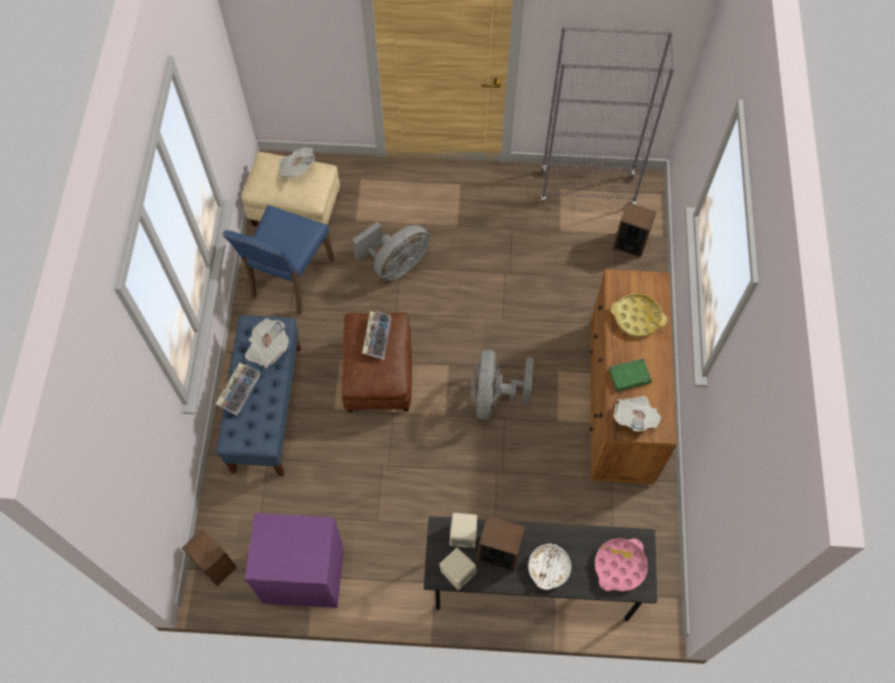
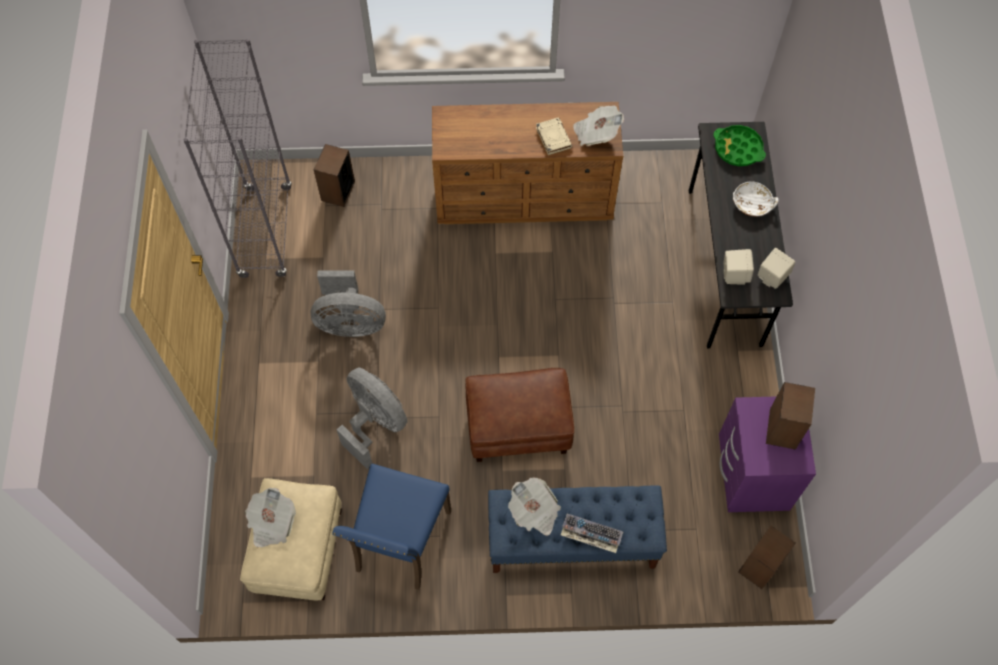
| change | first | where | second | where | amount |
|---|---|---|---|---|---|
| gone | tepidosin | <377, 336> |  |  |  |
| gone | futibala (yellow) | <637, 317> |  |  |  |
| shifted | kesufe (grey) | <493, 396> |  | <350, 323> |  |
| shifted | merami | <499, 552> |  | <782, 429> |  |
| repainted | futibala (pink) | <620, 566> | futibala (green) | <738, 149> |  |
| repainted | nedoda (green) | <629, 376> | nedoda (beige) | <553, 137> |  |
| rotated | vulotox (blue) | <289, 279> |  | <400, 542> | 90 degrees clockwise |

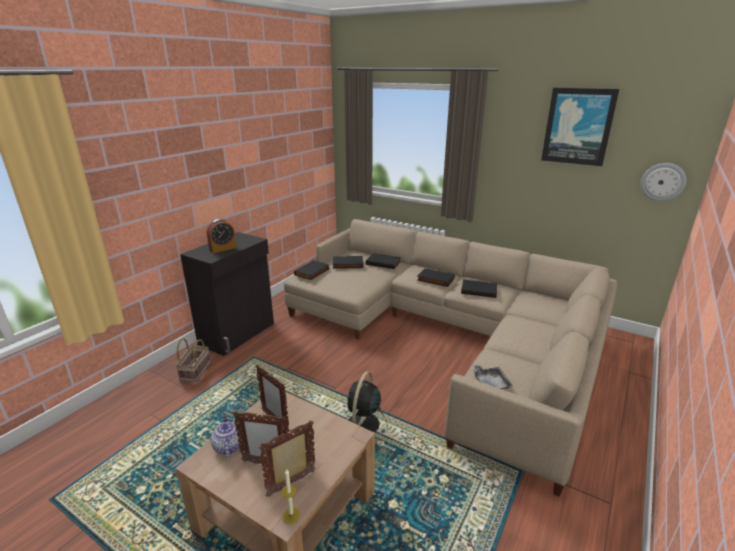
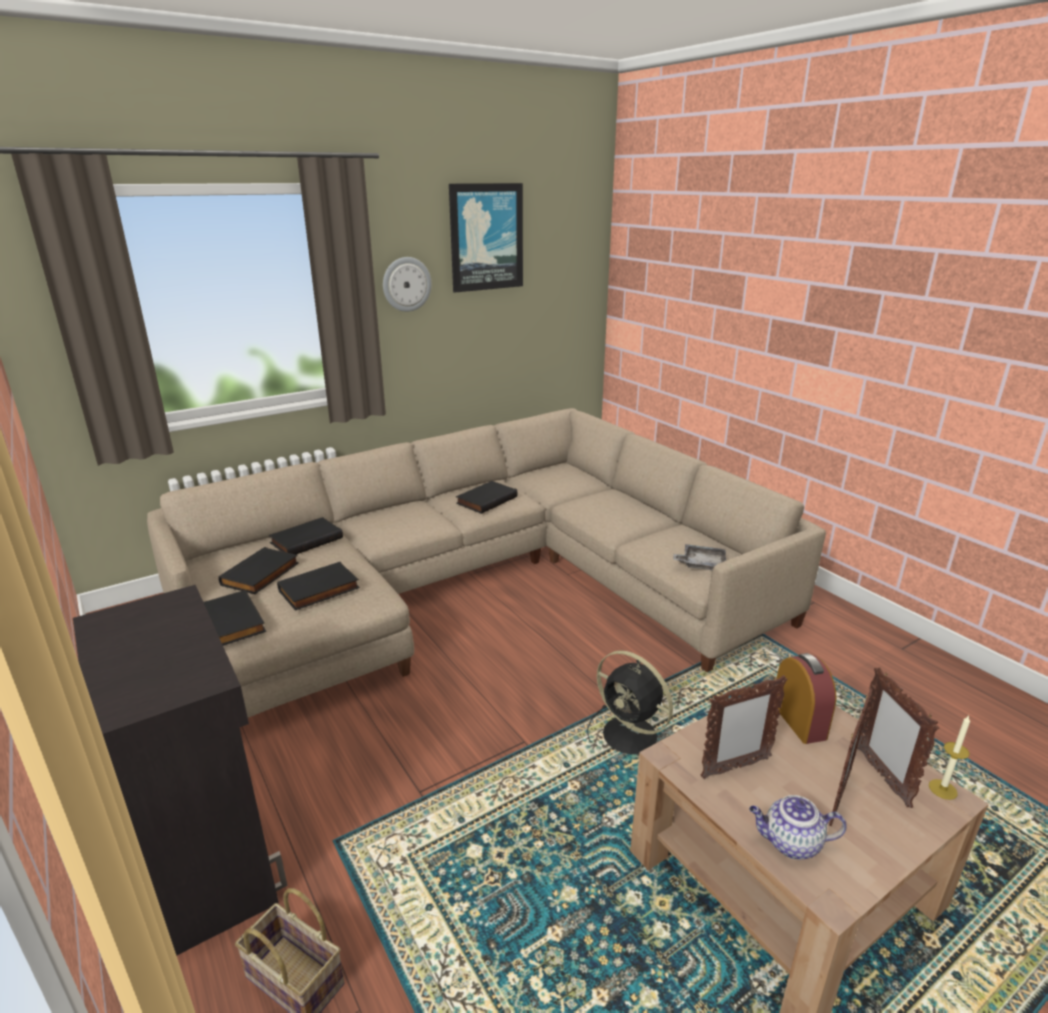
| change | first | where | second | where | amount |
|---|---|---|---|---|---|
| shifted | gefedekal | <223, 248> |  | <798, 720> |  |
| shifted | nedoda (black) | <435, 280> |  | <319, 590> |  |
| shifted | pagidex | <662, 182> |  | <406, 284> |  |

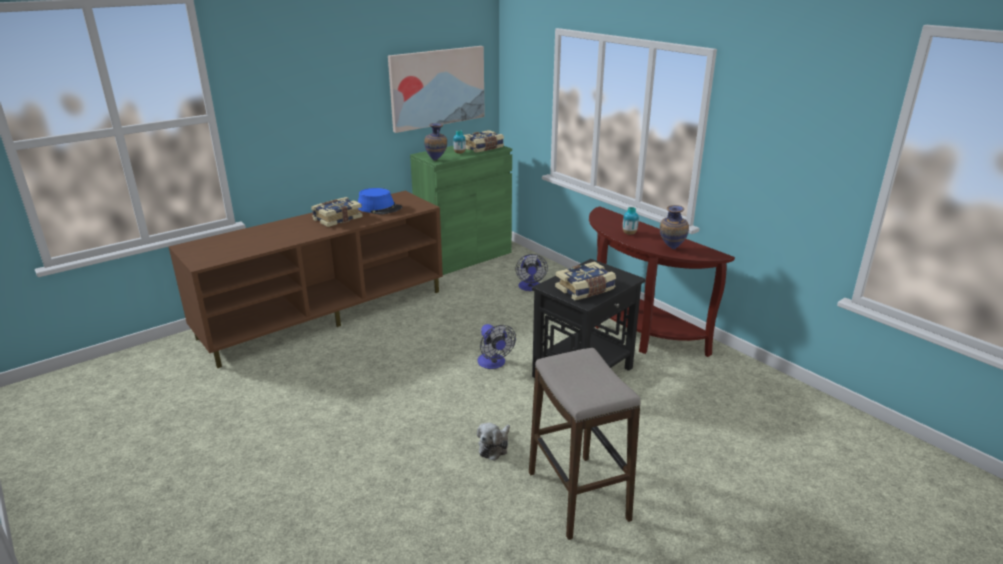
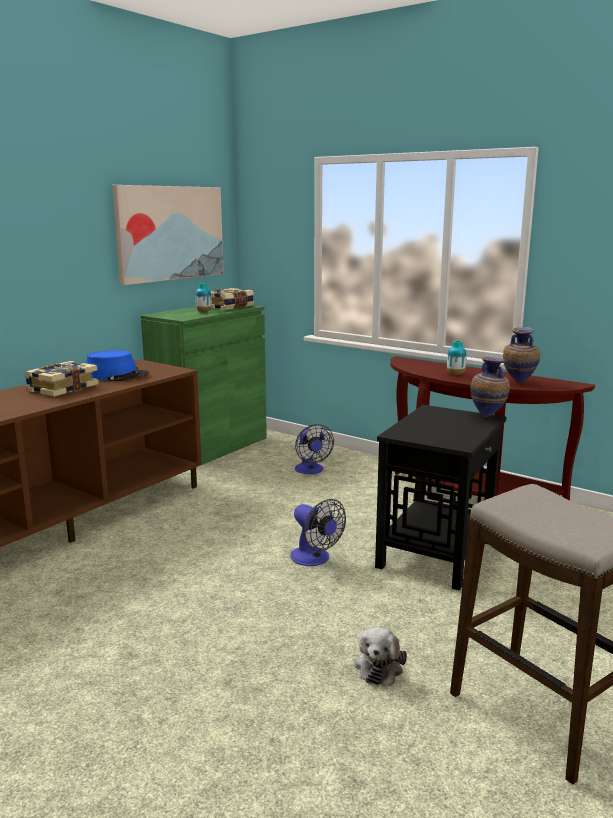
| change | first | where | second | where | amount |
|---|---|---|---|---|---|
| gone | nedoda | <585, 290> |  |  |  |
| shifted | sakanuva | <436, 160> |  | <488, 416> |  |

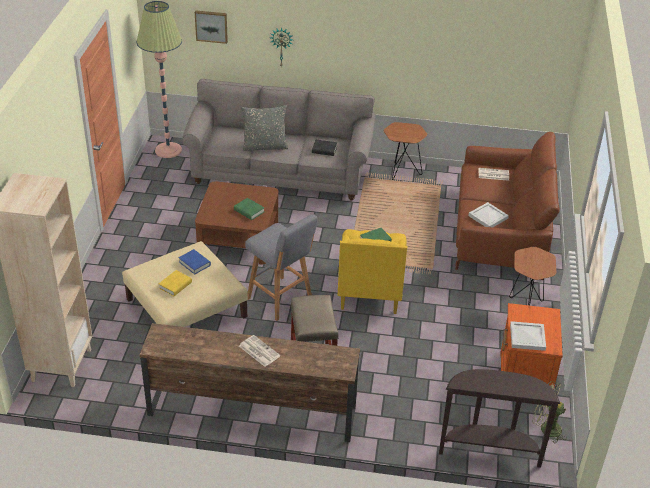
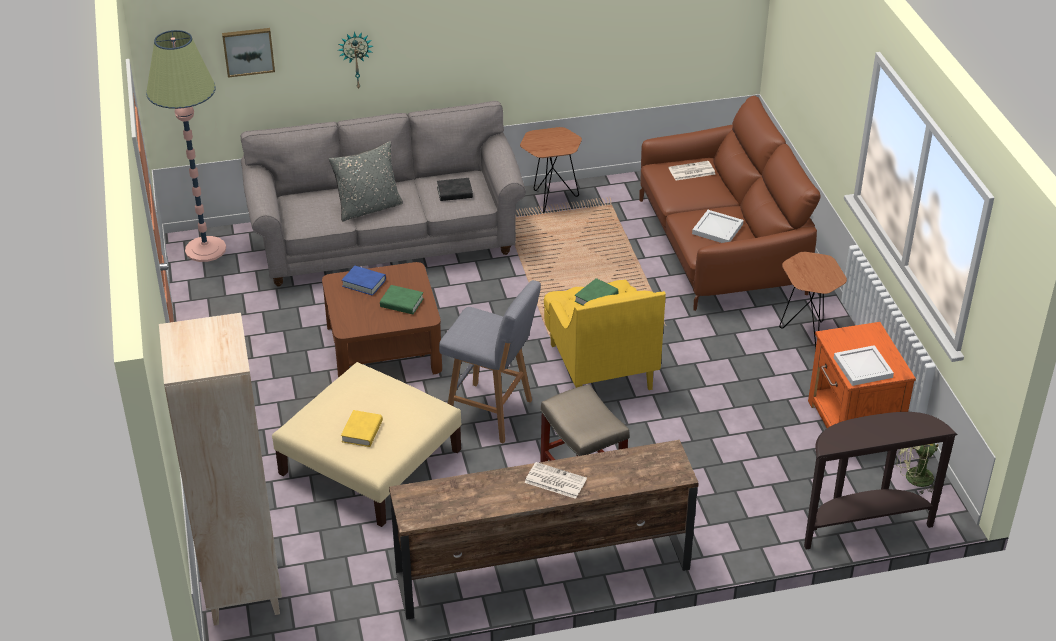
| change | first | where | second | where | amount |
|---|---|---|---|---|---|
| shifted | nedoda (blue) | <194, 263> |  | <364, 283> |  |

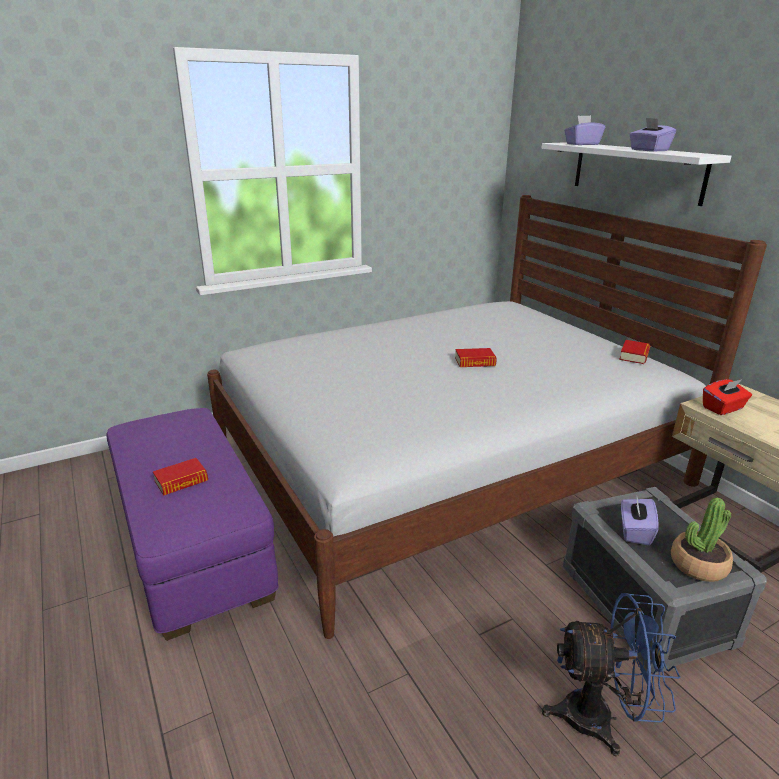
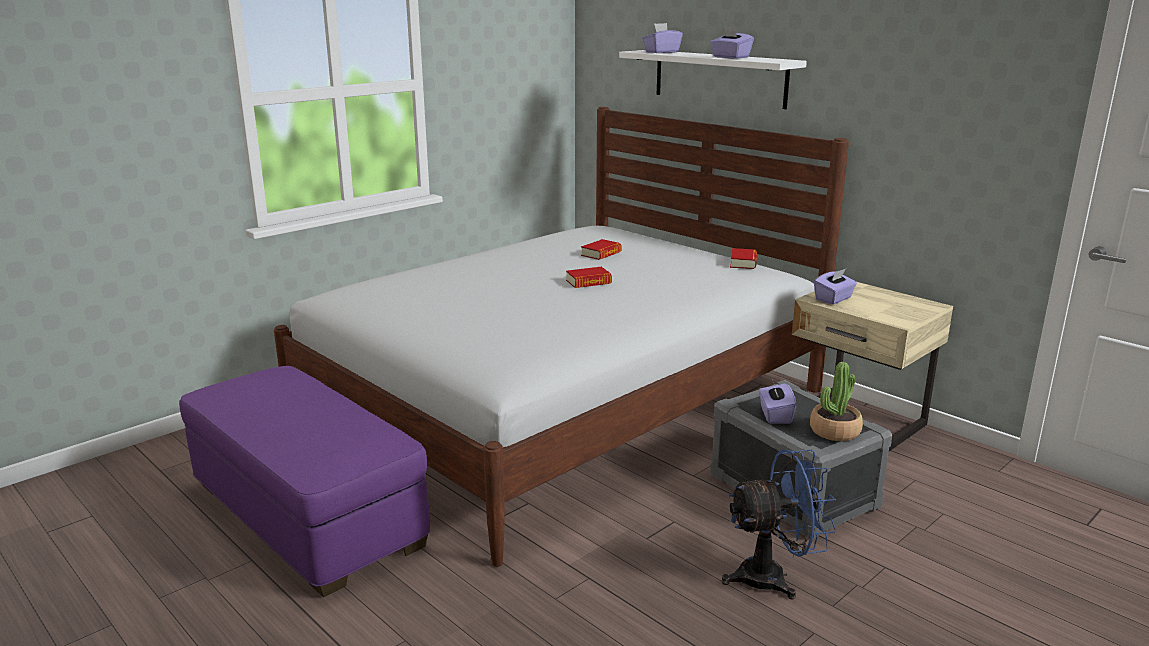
| change | first | where | second | where | amount |
|---|---|---|---|---|---|
| shifted | nedoda | <181, 481> |  | <601, 254> |  |
| repainted | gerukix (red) | <723, 408> | gerukix (purple) | <833, 299> |  |

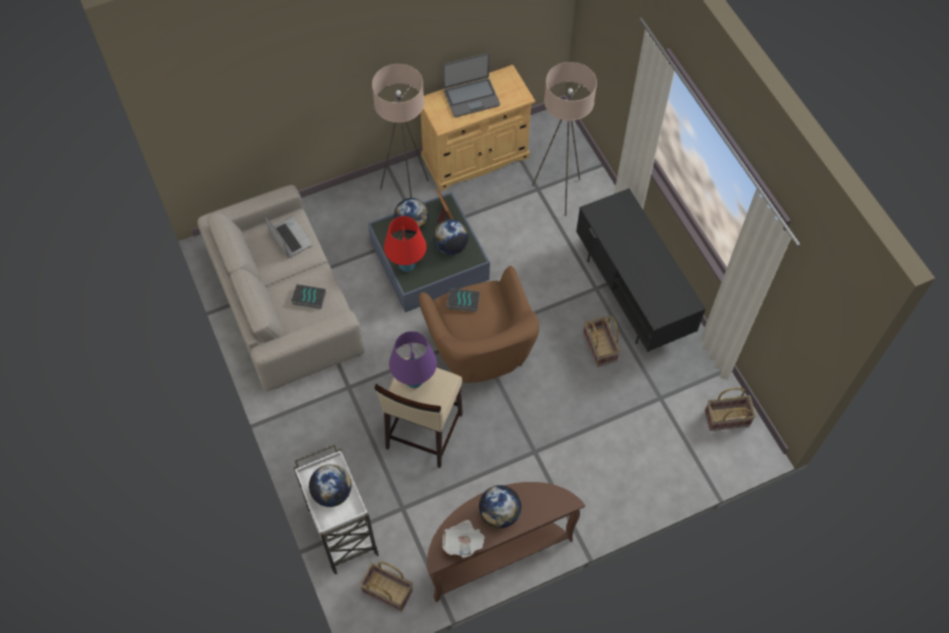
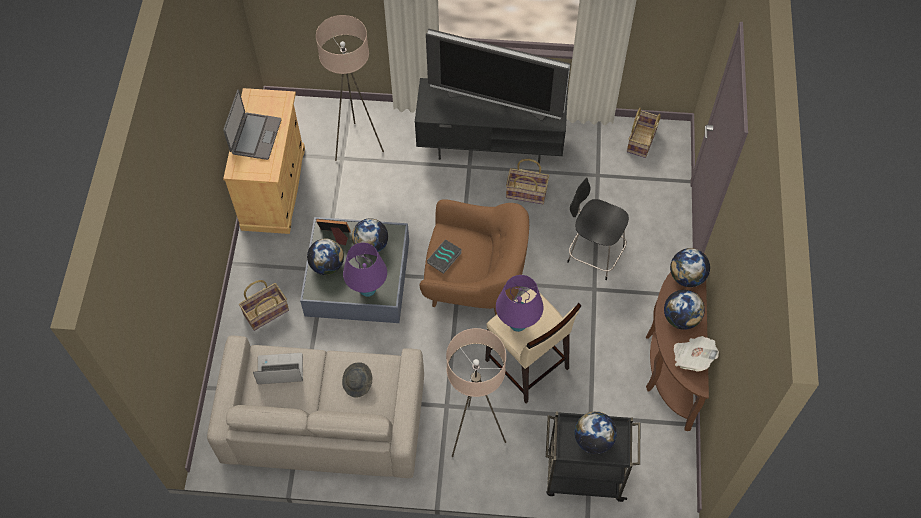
| change | first | where | second | where | amount |
|---|---|---|---|---|---|
| new |  |  | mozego | <498, 101> |  |
| new |  |  | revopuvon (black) | <593, 253> |  |
| new |  |  | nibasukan | <687, 277> |  |
| shifted | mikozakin | <388, 591> |  | <266, 312> |  |
| shifted | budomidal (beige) | <407, 195> |  | <475, 435> |  |
| swapped | nedoda | <308, 298> | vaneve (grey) | <358, 383> |  |
| repainted | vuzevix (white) | <341, 528> | vuzevix (black) | <583, 476> |  |
| repainted | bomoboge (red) | <407, 266> | bomoboge (purple) | <368, 290> |  |

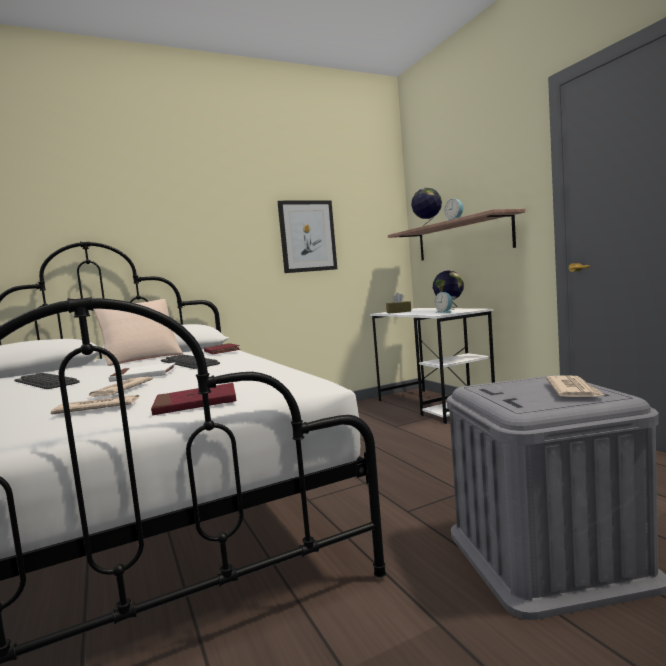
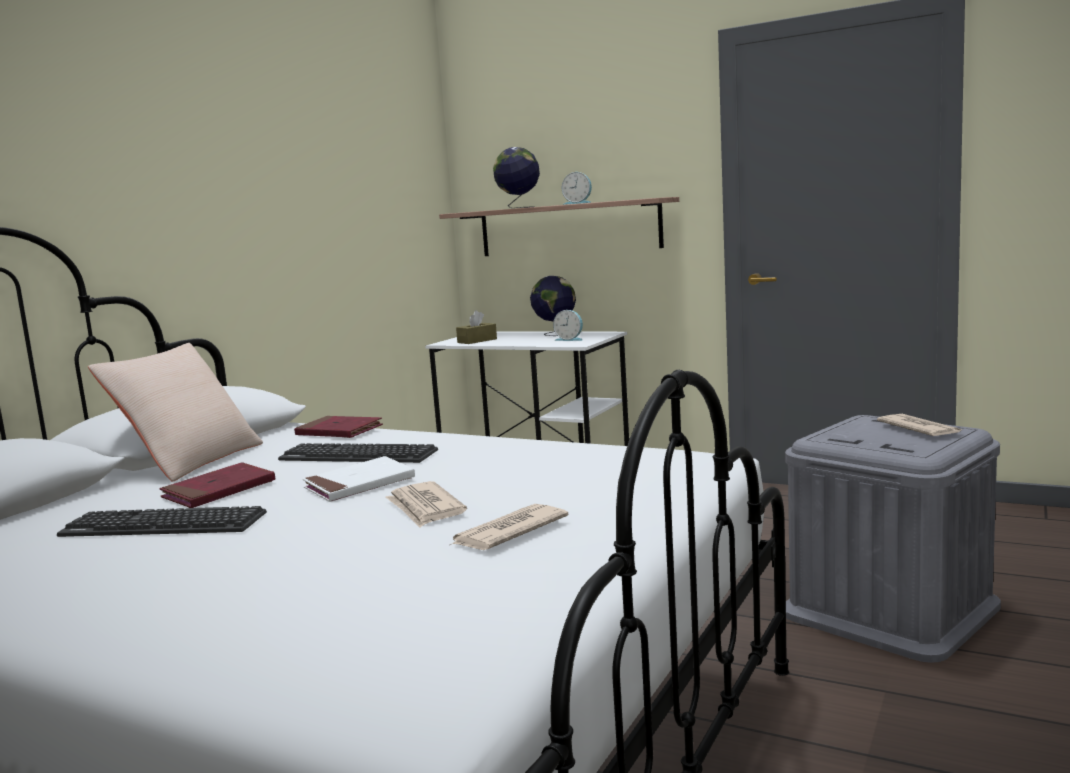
| change | first | where | second | where | amount |
|---|---|---|---|---|---|
| gone | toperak | <307, 236> |  |  |  |
| shifted | nedoda (red) | <196, 403> |  | <219, 490> |  |

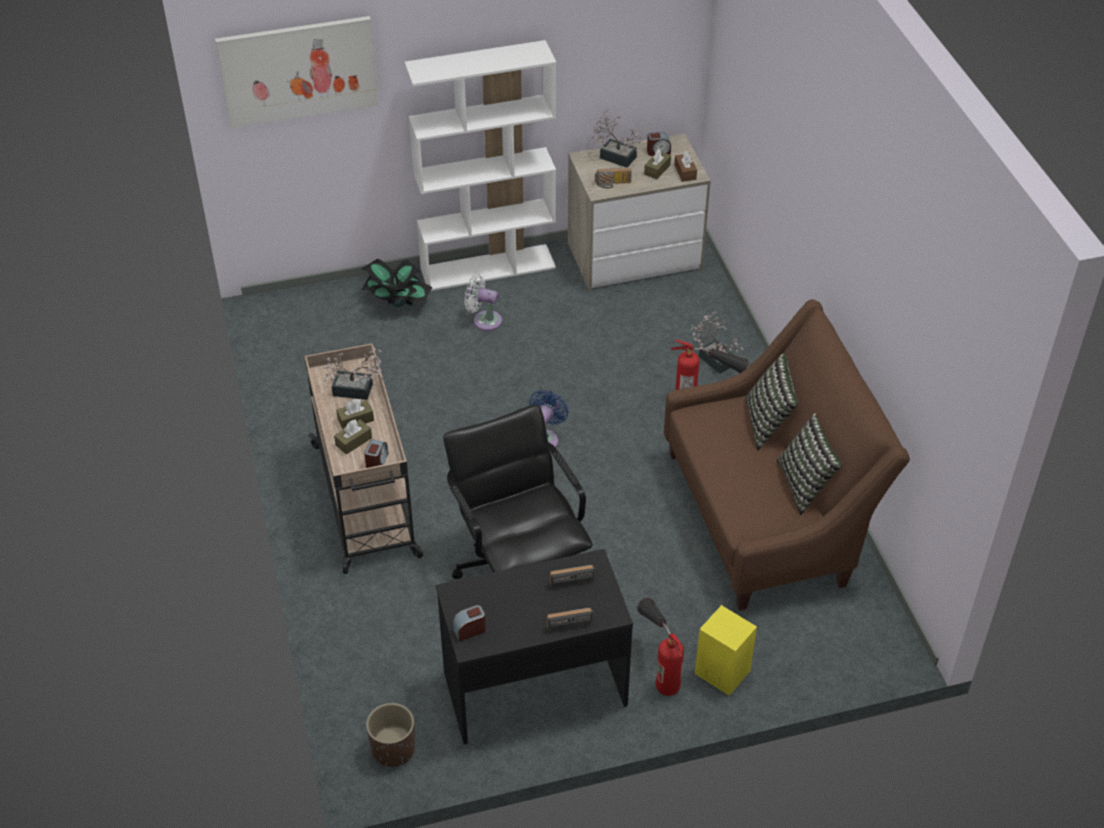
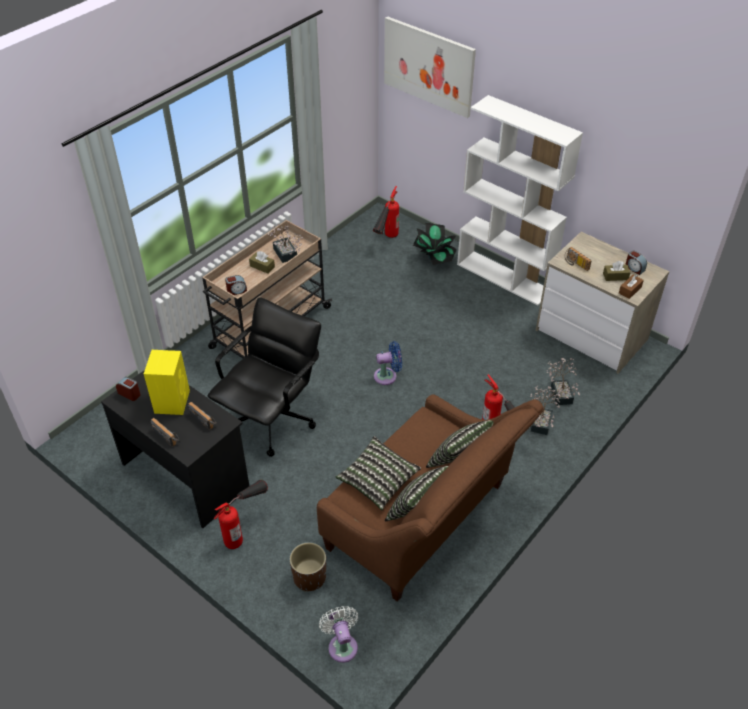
| change | first | where | second | where | amount |
|---|---|---|---|---|---|
| gone | gerukix (brown) | <353, 441> |  |  |  |
| new |  |  | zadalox | <378, 480> |  |
| new |  |  | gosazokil | <386, 241> |  |
| shifted | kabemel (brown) | <394, 749> |  | <310, 577> |  |
| shifted | kesufe (white) | <484, 320> |  | <342, 645> |  |
| shifted | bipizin | <614, 156> |  | <561, 392> |  |
| shifted | merami (yellow) | <721, 671> |  | <172, 401> |  |

